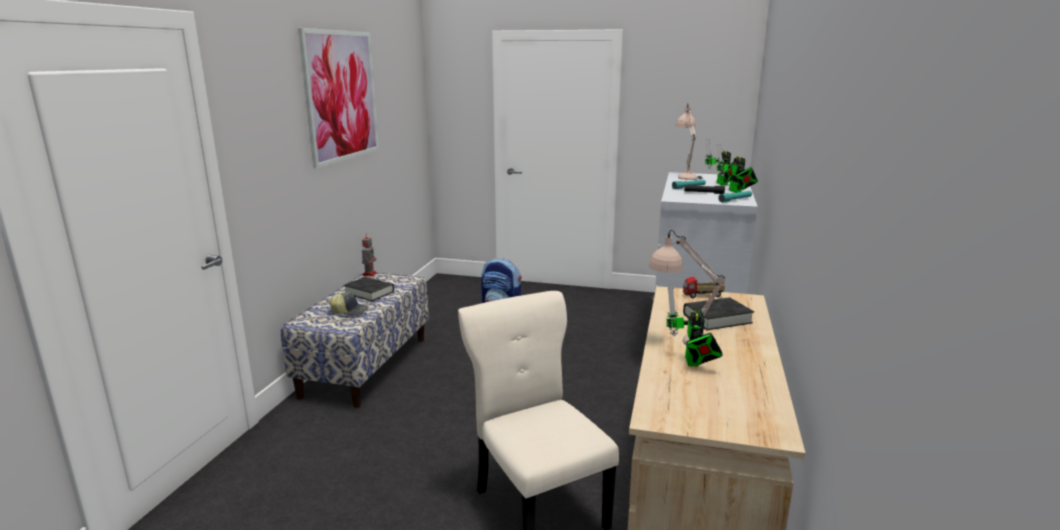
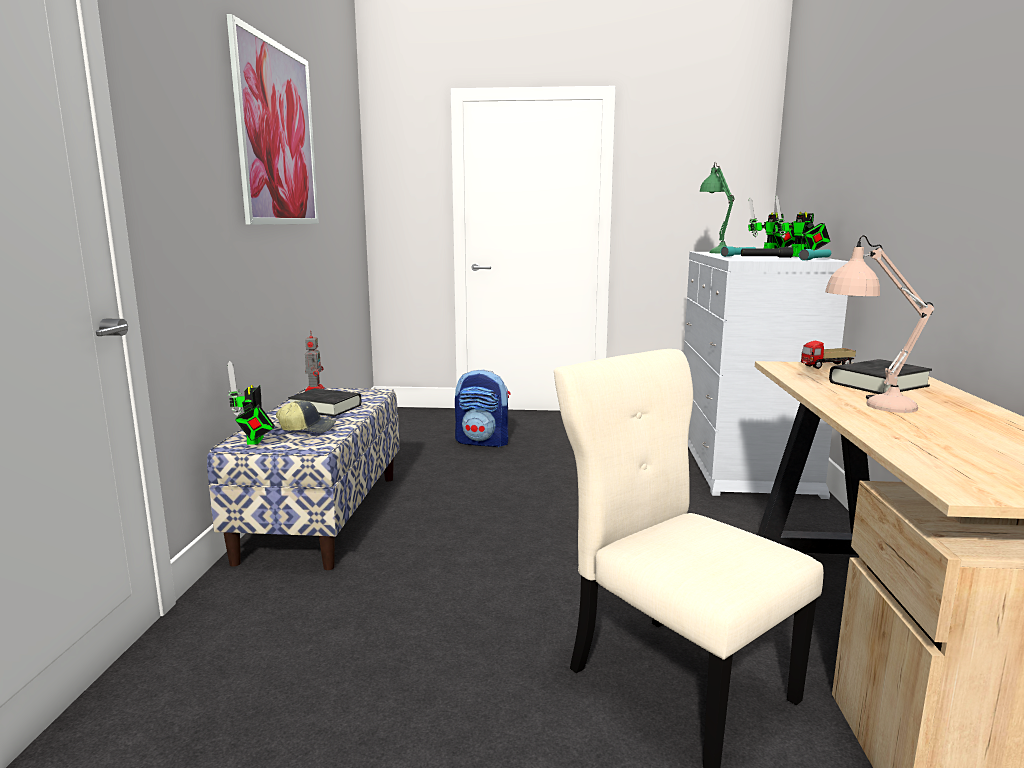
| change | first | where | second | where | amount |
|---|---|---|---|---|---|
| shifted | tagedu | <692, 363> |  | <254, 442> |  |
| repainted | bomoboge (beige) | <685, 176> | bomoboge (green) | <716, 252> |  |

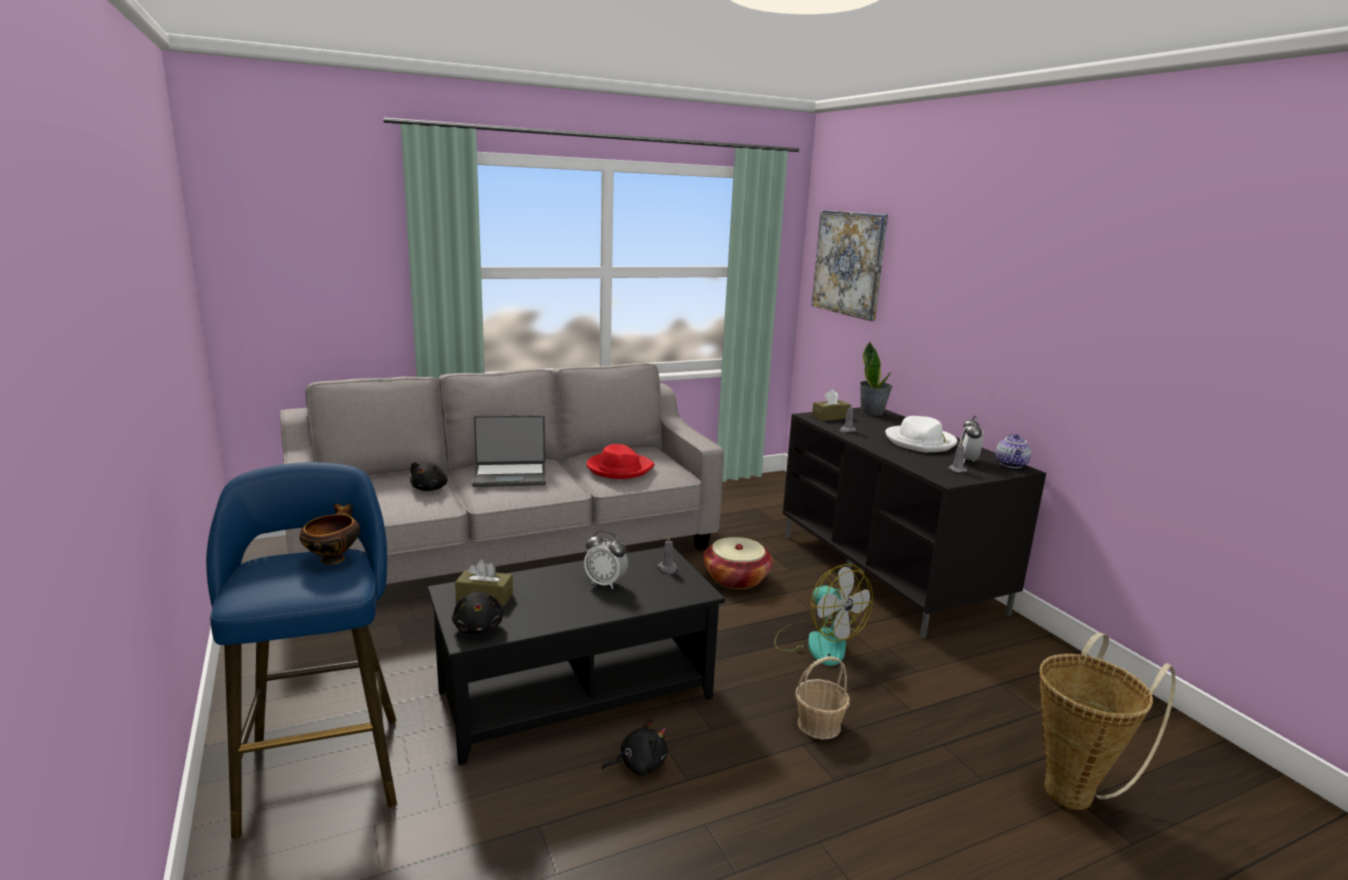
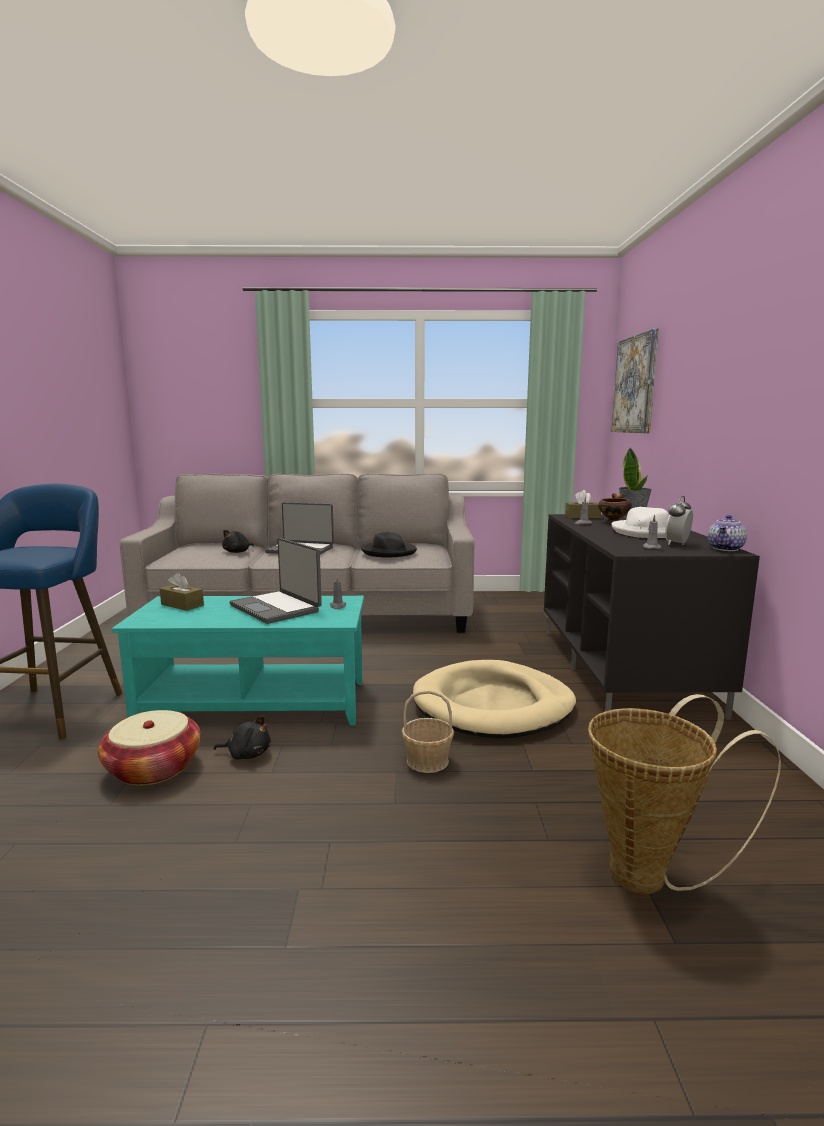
| change | first | where | second | where | amount |
|---|---|---|---|---|---|
| gone | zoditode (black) | <478, 627> |  |  |  |
| shifted | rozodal | <333, 558> |  | <613, 522> |  |
| shifted | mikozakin | <736, 578> |  | <153, 768> |  |
| swapped | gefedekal | <605, 583> | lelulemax | <277, 608> |  |
| swapped | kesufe | <817, 642> | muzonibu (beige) | <493, 705> |  |
| repainted | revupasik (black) | <576, 693> | revupasik (turquoise) | <255, 702> |  |
| repainted | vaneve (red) | <619, 468> | vaneve (black) | <388, 552> |  |

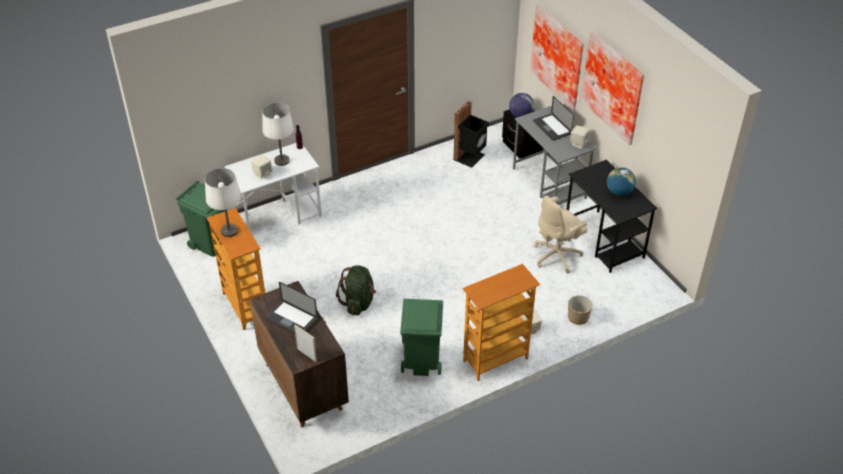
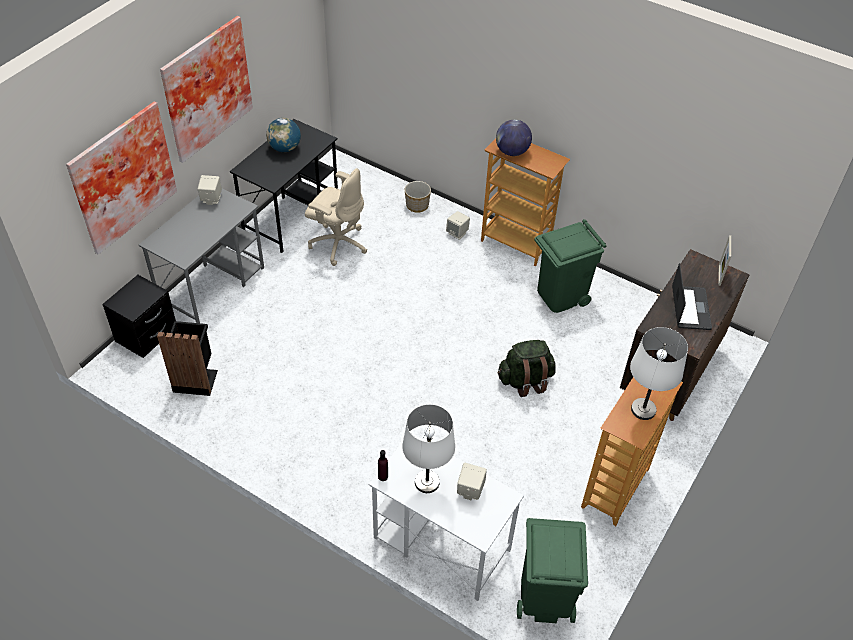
| change | first | where | second | where | amount |
|---|---|---|---|---|---|
| gone | lelulemax | <552, 127> |  |  |  |
| shifted | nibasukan | <521, 115> |  | <512, 152> |  |

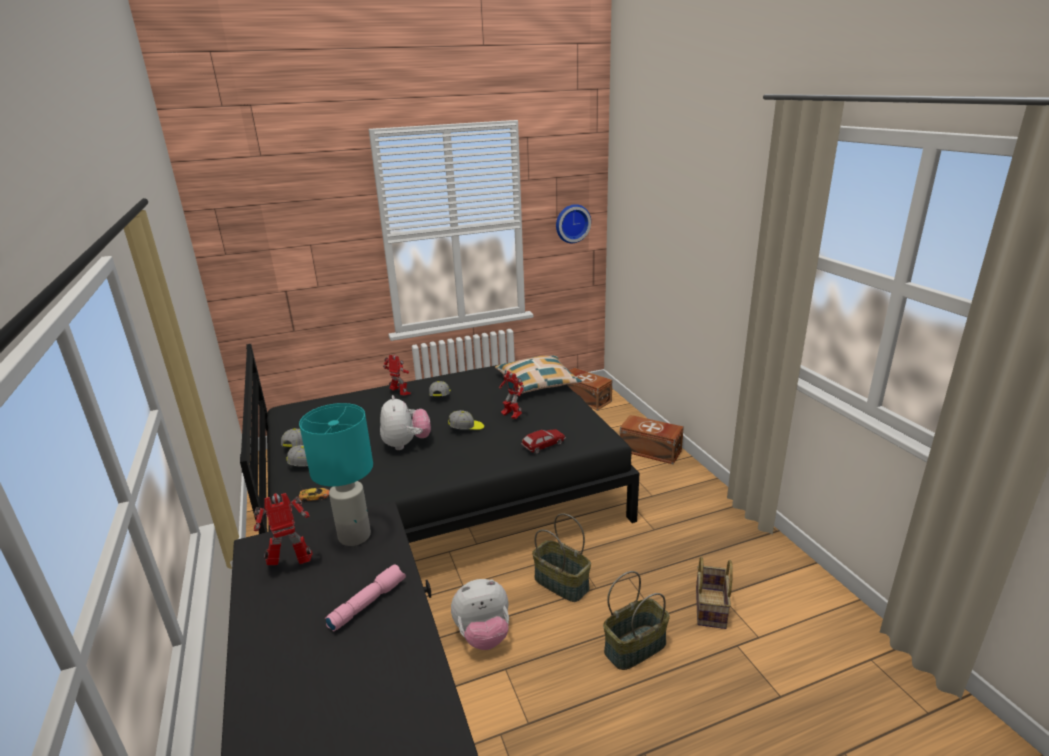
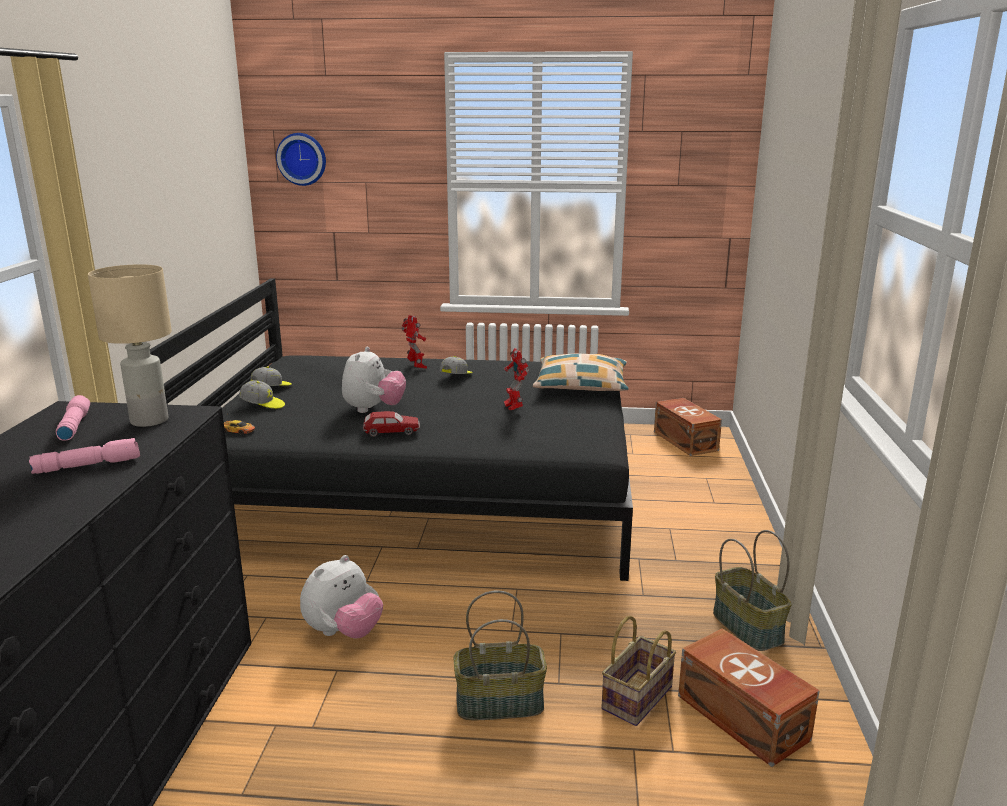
| change | first | where | second | where | amount |
|---|---|---|---|---|---|
| gone | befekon | <466, 428> |  |  |  |
| shifted | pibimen | <543, 445> |  | <391, 431> |  |
| shifted | mikozakin | <562, 583> |  | <749, 627> |  |
| shifted | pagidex | <572, 223> |  | <302, 159> |  |
| shifted | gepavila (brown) | <650, 451> |  | <742, 719> |  |
| swapped | tagedu | <292, 564> | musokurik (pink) | <73, 426> |  |
| repainted | bomoboge (turquoise) | <354, 535> | bomoboge (beige) | <149, 420> |  |
| rotated | zoditode | <483, 635> |  | <343, 632> | 60 degrees counterclockwise |

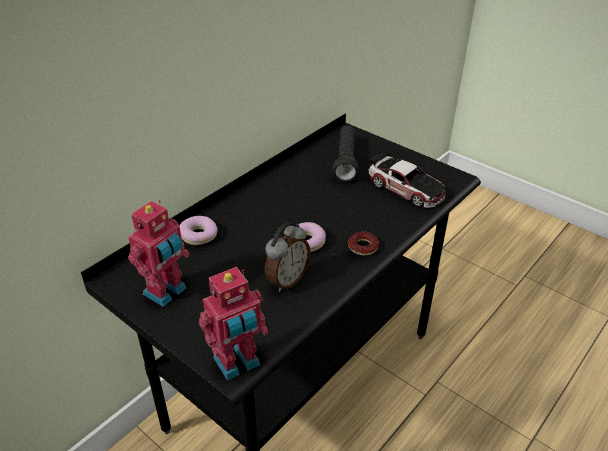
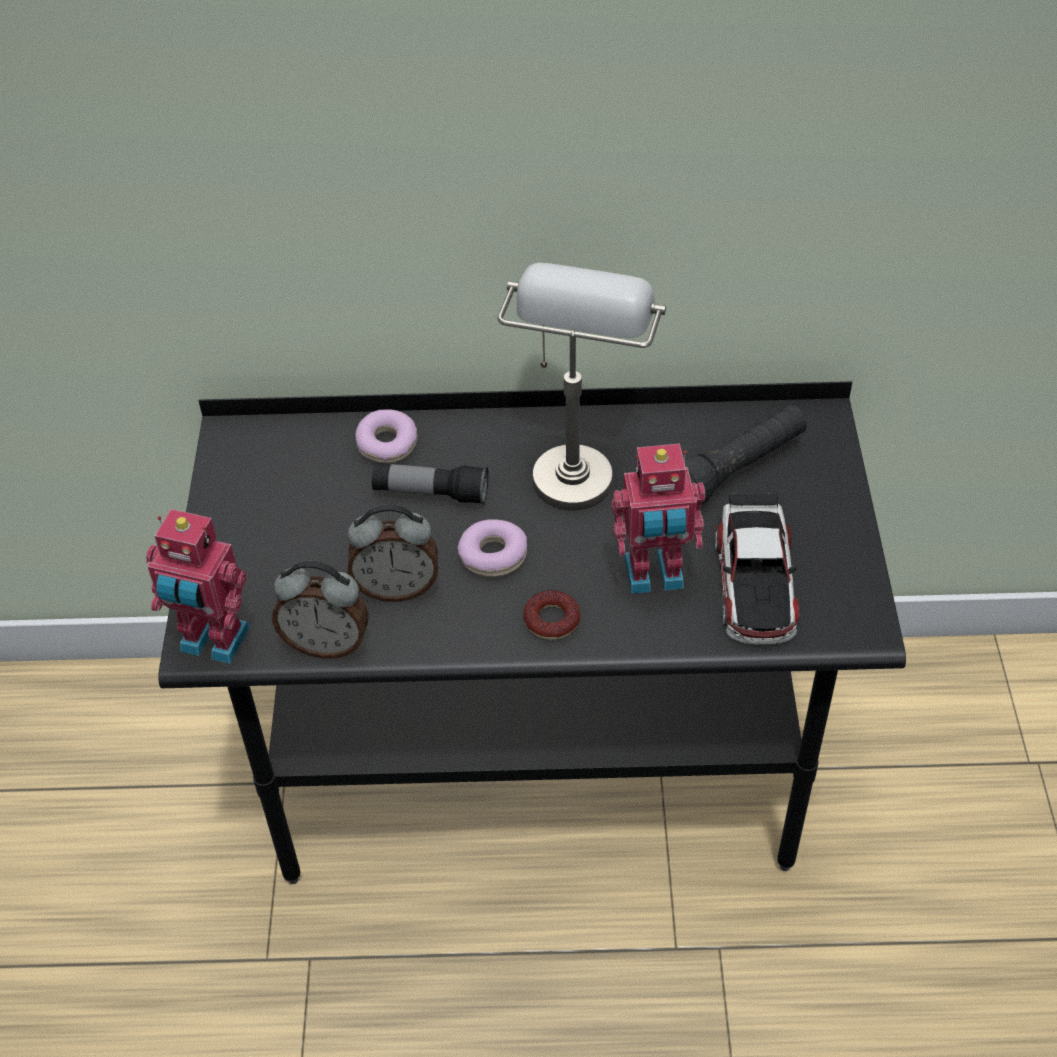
| change | first | where | second | where | amount |
|---|---|---|---|---|---|
| new |  |  | gefedekal | <327, 643> |  |
| new |  |  | musokurik | <431, 493> |  |
| new |  |  | bomoboge (grey) | <576, 460> |  |
| shifted | tagedu | <167, 292> |  | <654, 576> |  |

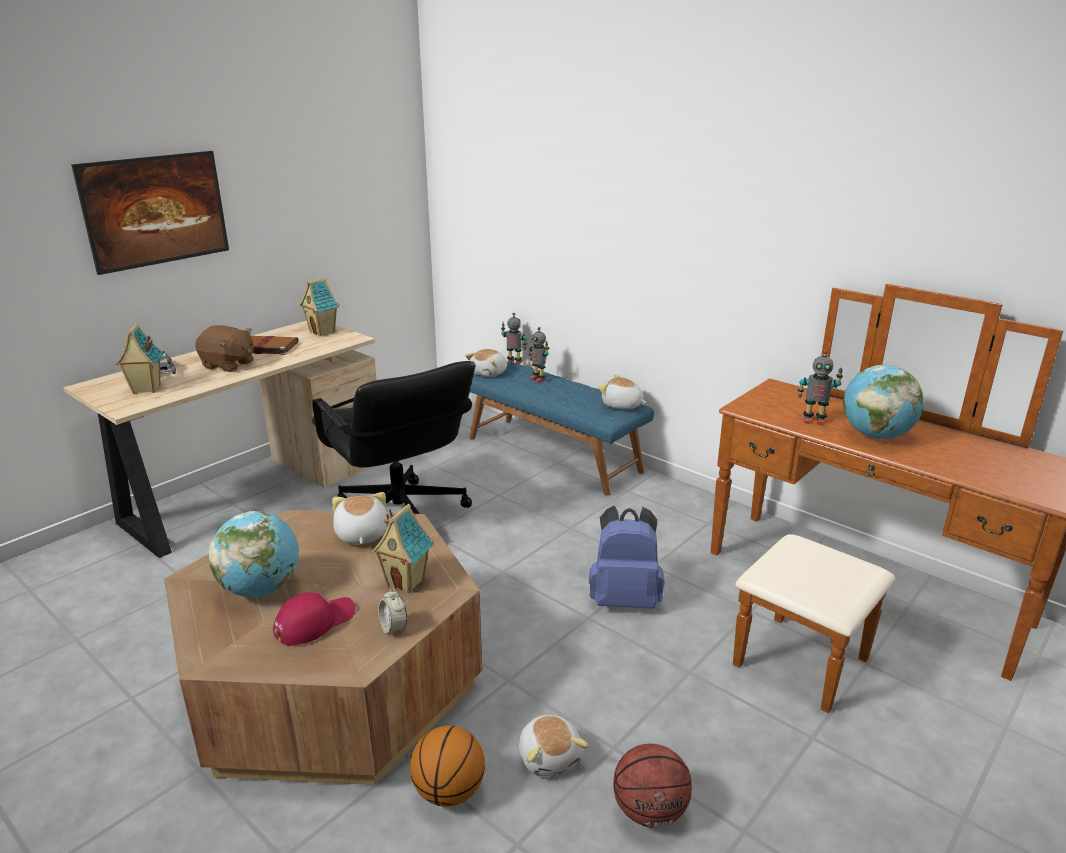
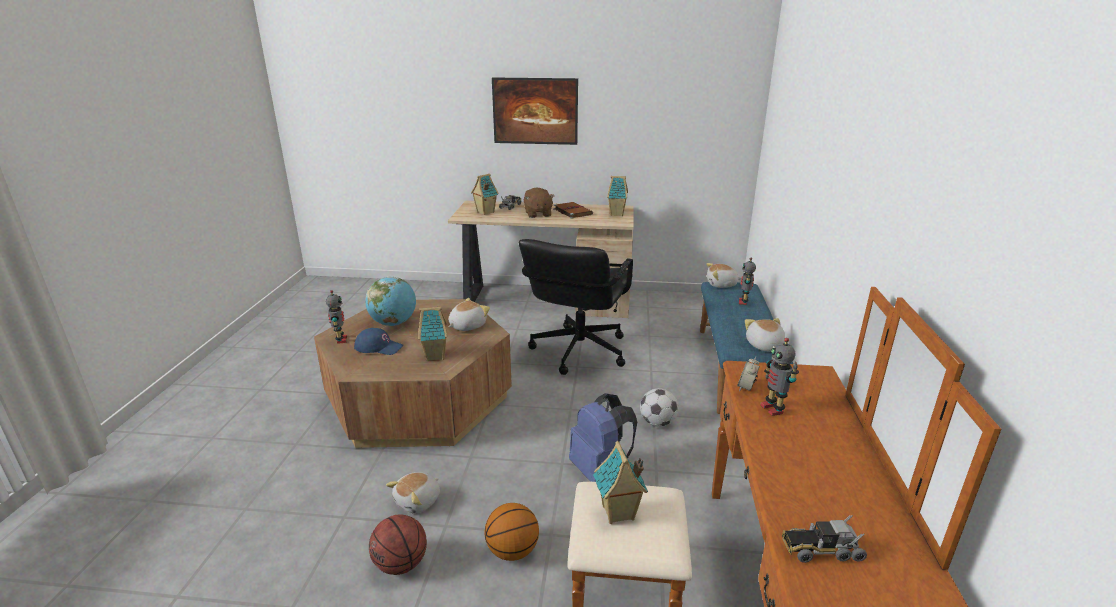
| change | first | where | second | where | amount |
|---|---|---|---|---|---|
| gone | nibasukan | <875, 435> |  |  |  |
| new |  |  | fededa | <618, 513> |  |
| new |  |  | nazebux | <657, 422> |  |
| new |  |  | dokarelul | <821, 549> |  |
| shifted | gefedekal | <393, 628> |  | <746, 388> |  |
| shifted | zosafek | <449, 791> |  | <513, 551> |  |
| shifted | tagedu | <514, 362> |  | <340, 340> |  |
| repainted | befekon (red) | <314, 622> | befekon (blue) | <379, 347> |  |

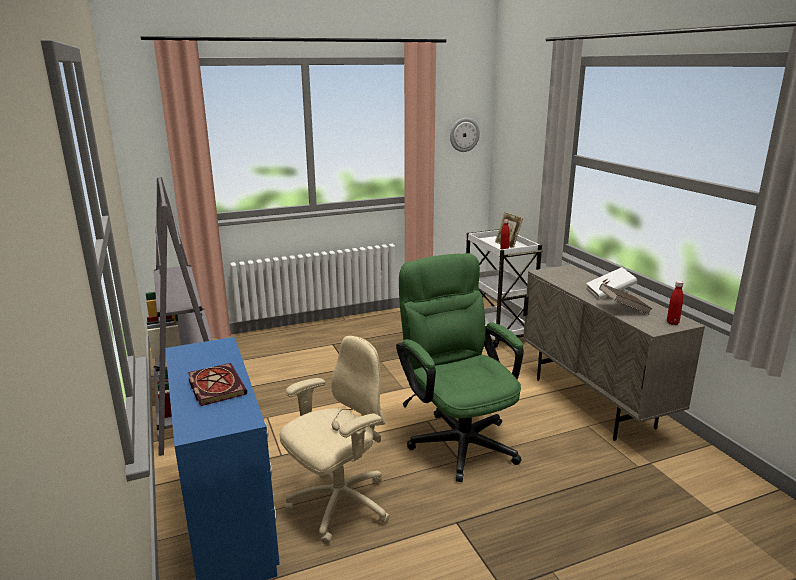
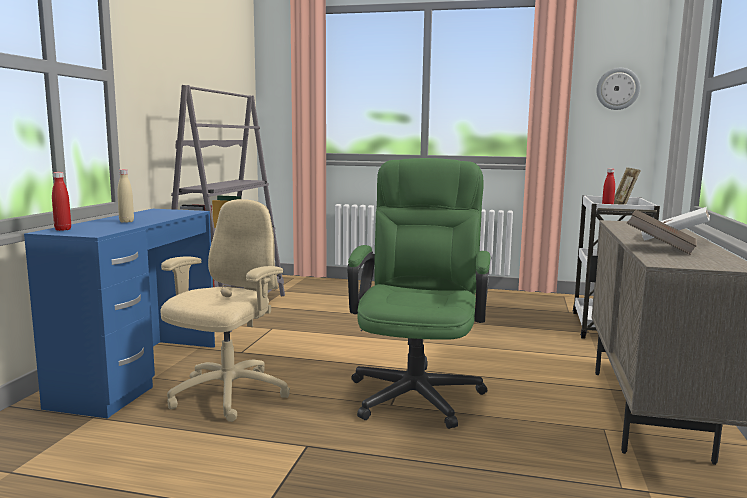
| change | first | where | second | where | amount |
|---|---|---|---|---|---|
| shifted | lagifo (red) | <672, 323> |  | <63, 229> |  |
| swapped | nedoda | <215, 386> | lagifo (beige) | <126, 221> |  |
| rotated | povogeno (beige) | <338, 505> |  | <227, 395> | 60 degrees counterclockwise |

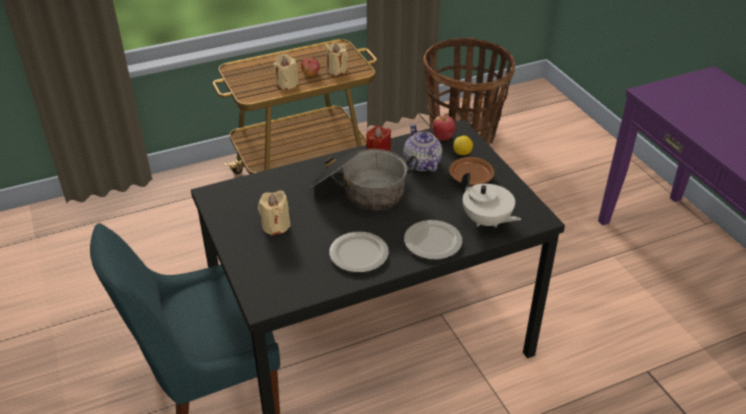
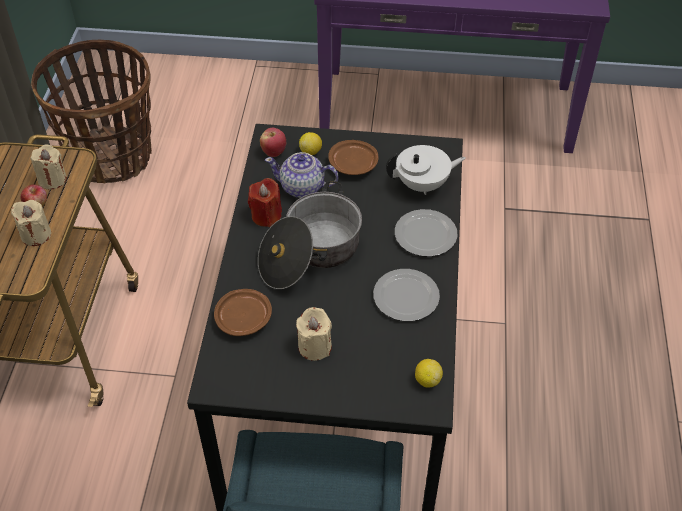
| change | first | where | second | where | amount |
|---|---|---|---|---|---|
| new |  |  | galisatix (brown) | <244, 318> |  |
| new |  |  | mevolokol | <427, 380> |  |

